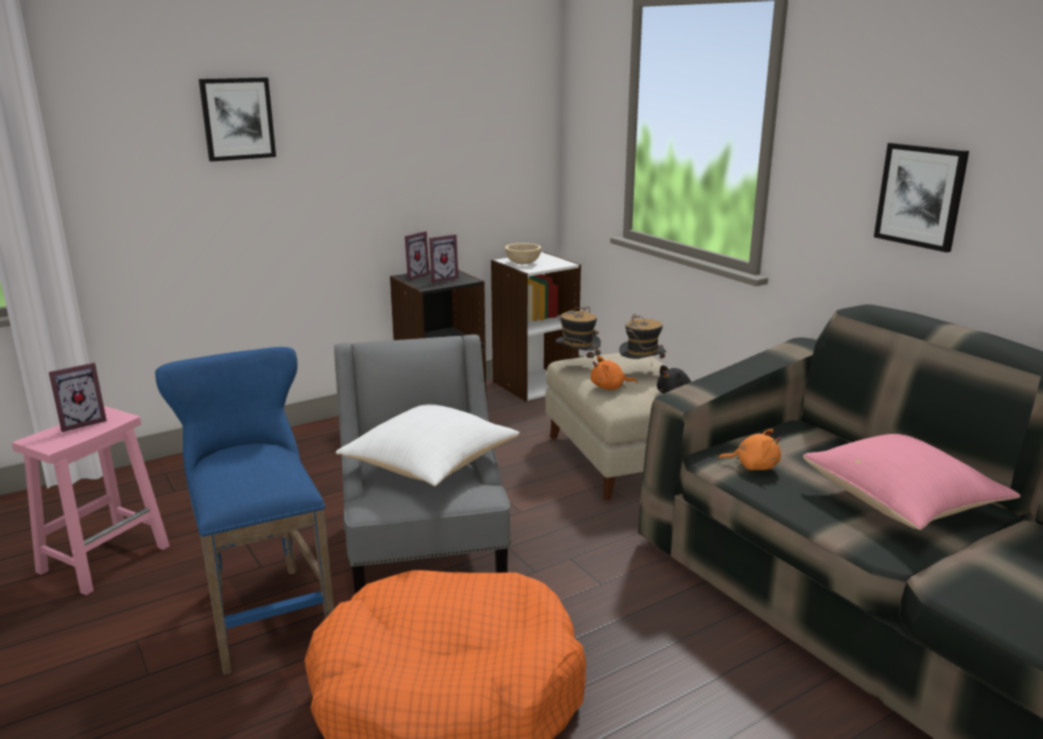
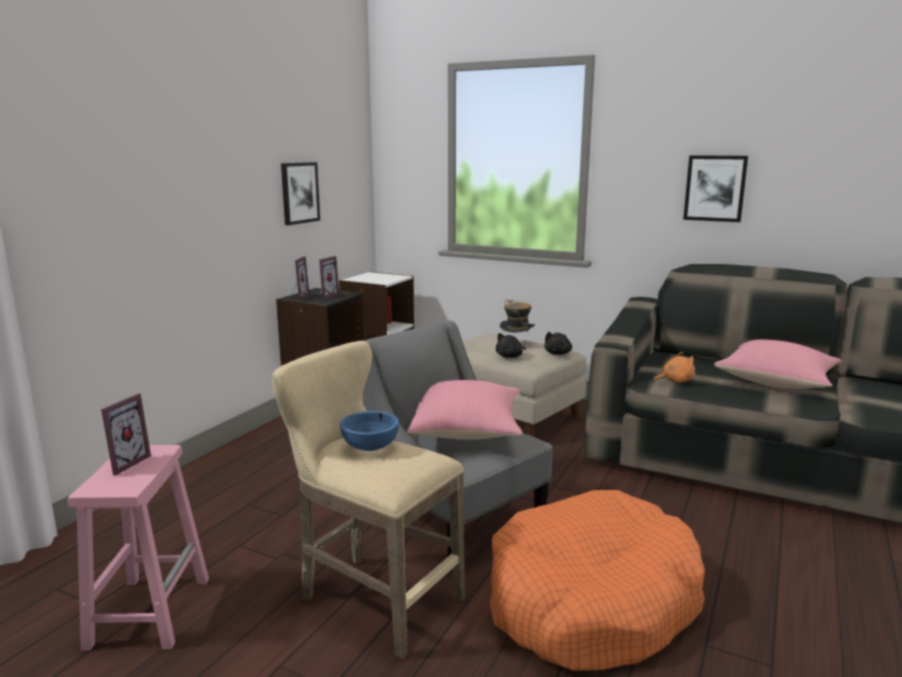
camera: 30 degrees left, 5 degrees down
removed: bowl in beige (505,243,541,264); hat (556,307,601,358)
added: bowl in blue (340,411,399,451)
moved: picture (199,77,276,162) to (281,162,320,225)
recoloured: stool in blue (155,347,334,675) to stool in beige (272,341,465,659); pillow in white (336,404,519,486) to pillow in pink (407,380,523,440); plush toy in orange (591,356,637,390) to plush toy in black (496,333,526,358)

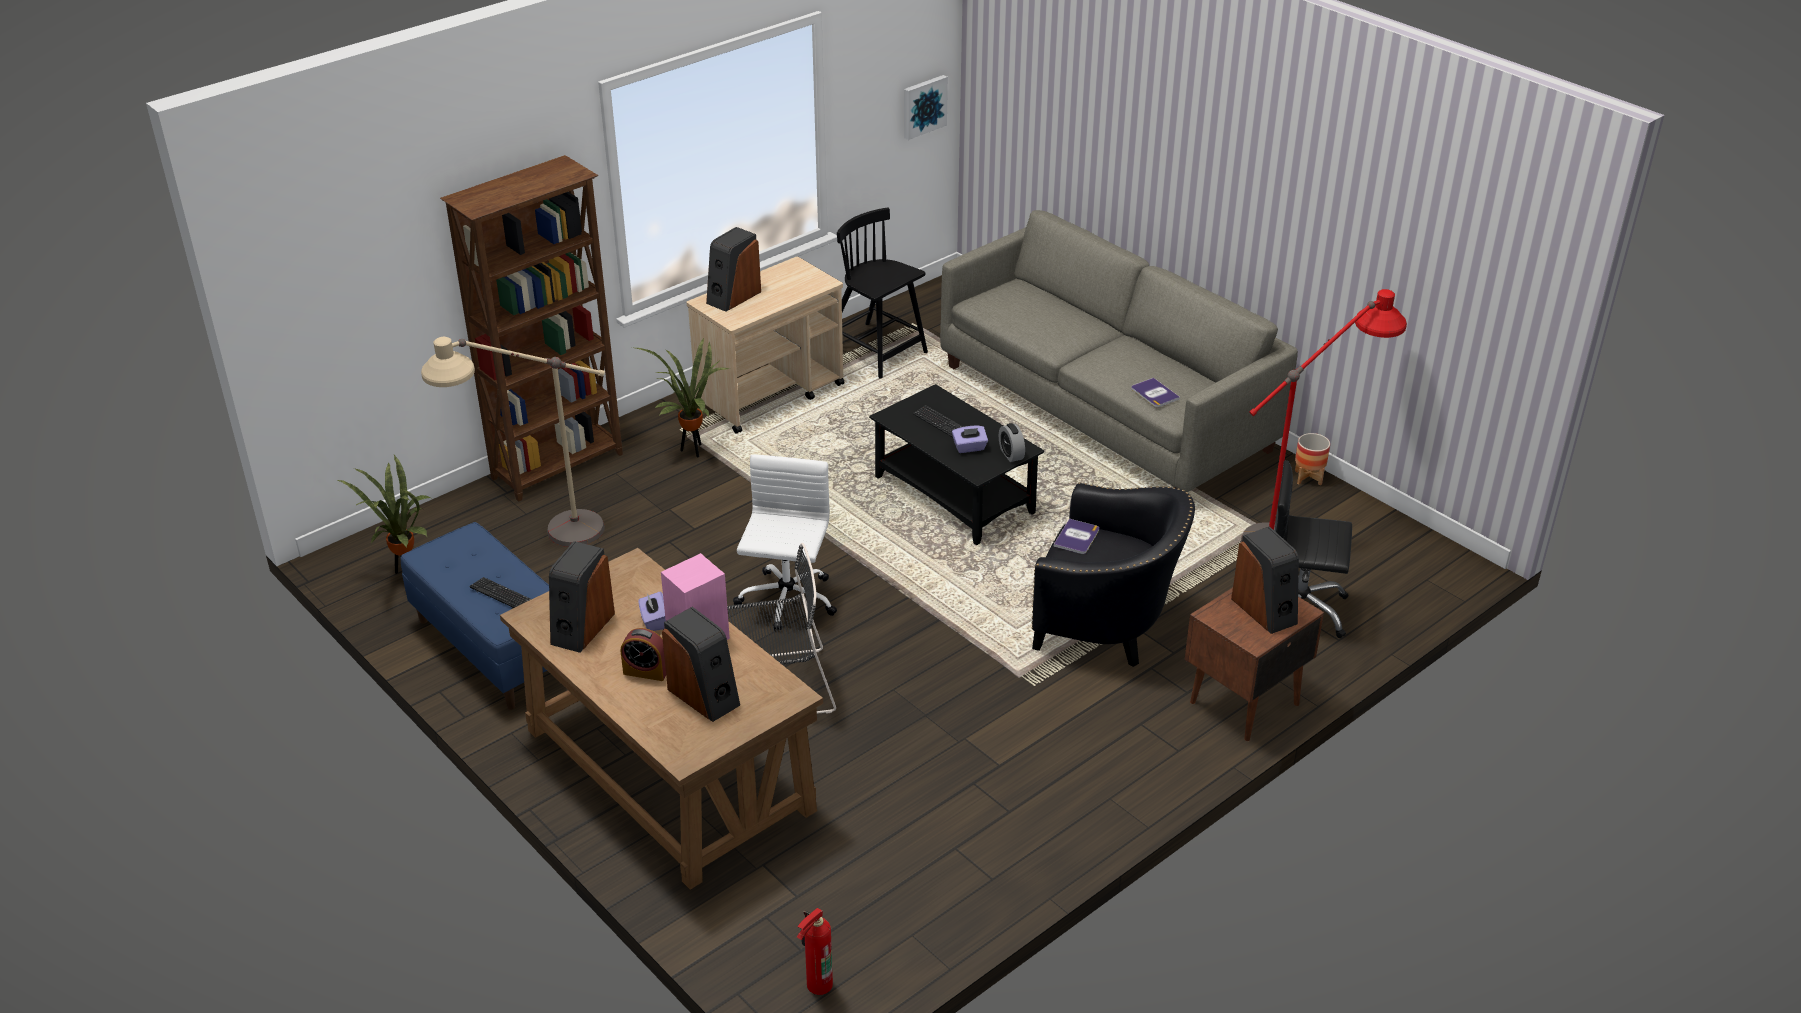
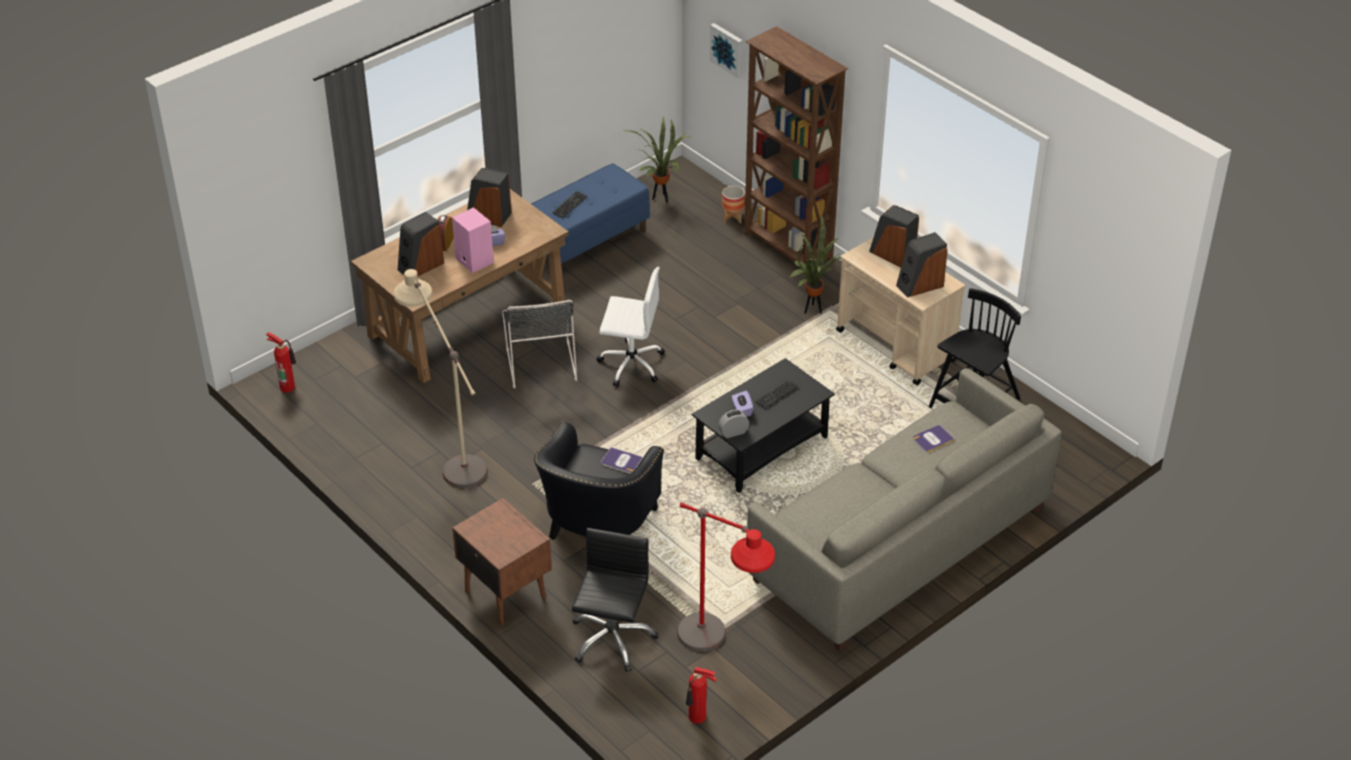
camera: 90 degrees right, 5 degrees up
added: fire extinguisher (686,667,717,724)
moved: floor lamp in beige (421,337,605,547) to (394,269,488,488); picture (904,75,948,140) to (710,23,743,78); planter (1295,433,1330,486) to (722,186,745,223); speaker (1231,526,1299,634) to (896,232,948,298); book (1131,378,1180,407) to (913,425,955,453)

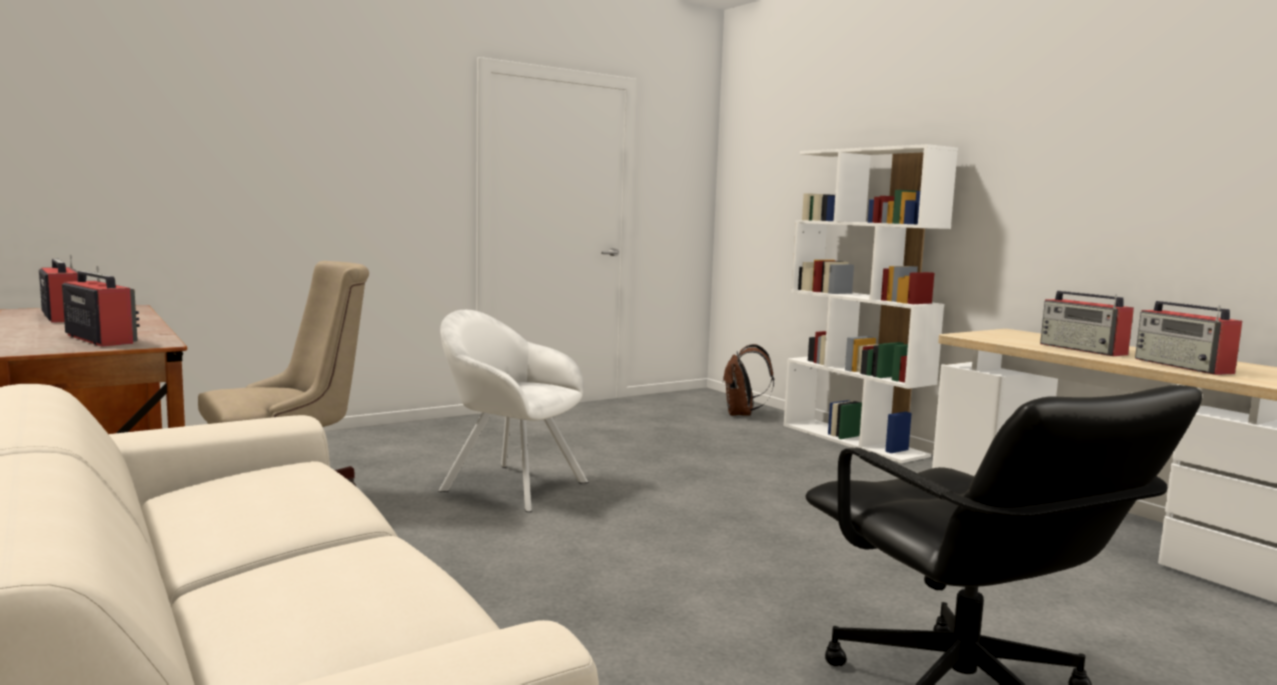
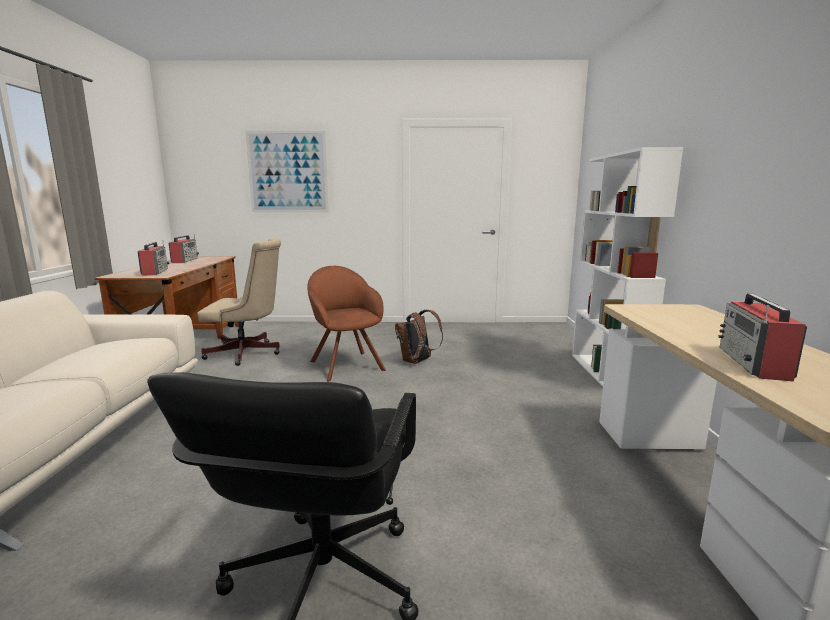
camera: 35 degrees right, 5 degrees up
removed: radio (1040,291,1134,356)
added: picture (246,131,329,212)
moved: backpack in brown (722,344,774,416) to (395,310,443,364)
recoloured: armchair in white (438,310,588,512) to armchair in brown (308,266,386,381)

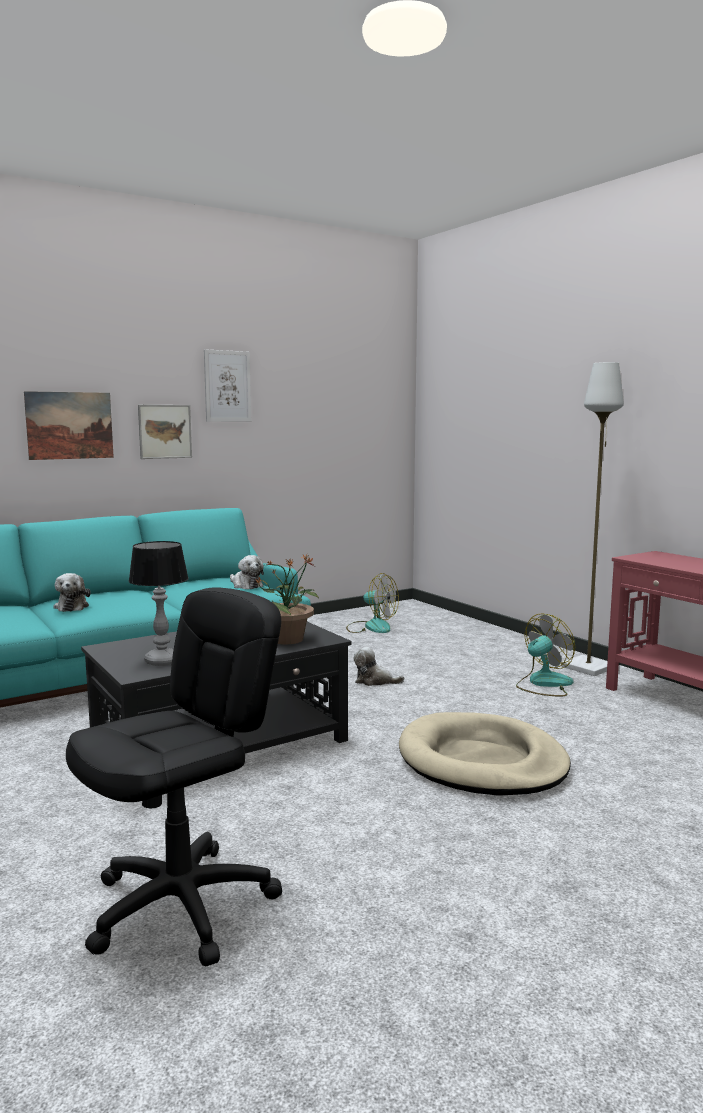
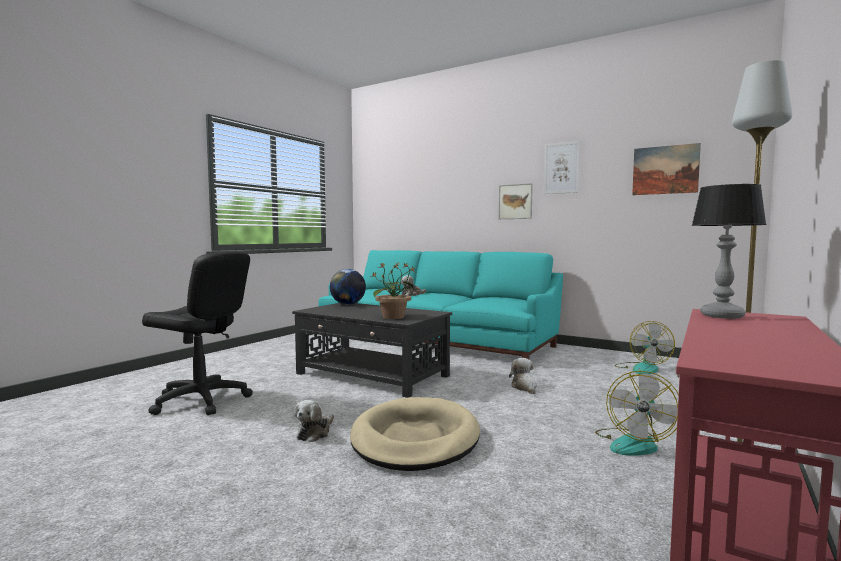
camera: 65 degrees right, 5 degrees down
added: globe (330,269,366,305)
moved: plush toy (230,555,264,589) to (294,400,334,442); picture (24,391,114,460) to (632,143,701,195); table lamp (129,541,189,666) to (691,184,767,319)
turned: fan (516,613,575,696) = (595,371,679,456) 90 degrees clockwise

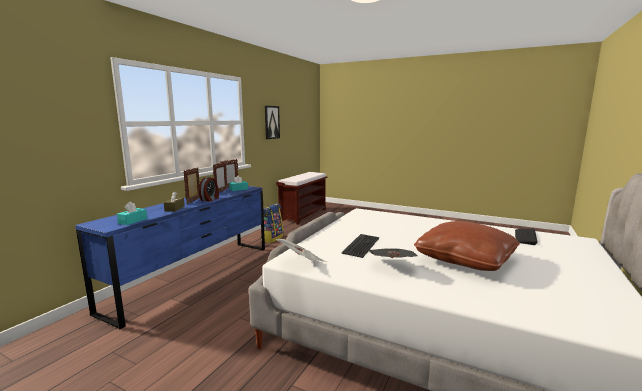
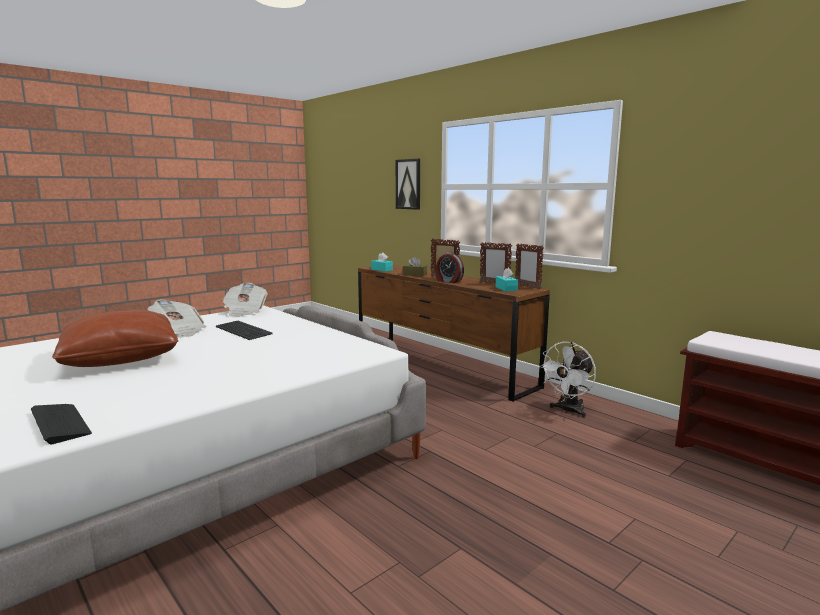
camera: 110 degrees right, 0 degrees up
moved: picture (265,106,280,139) to (396,159,420,210)
replaced: backpack (261,203,284,243) to fan in white (538,341,596,418)
recoloured: dresser in blue (75,186,265,329) to dresser in brown (358,265,550,402)

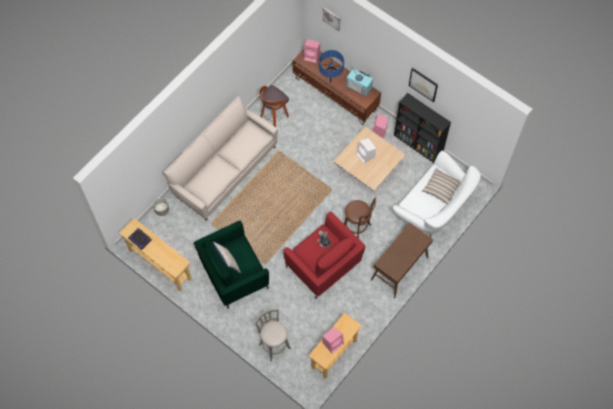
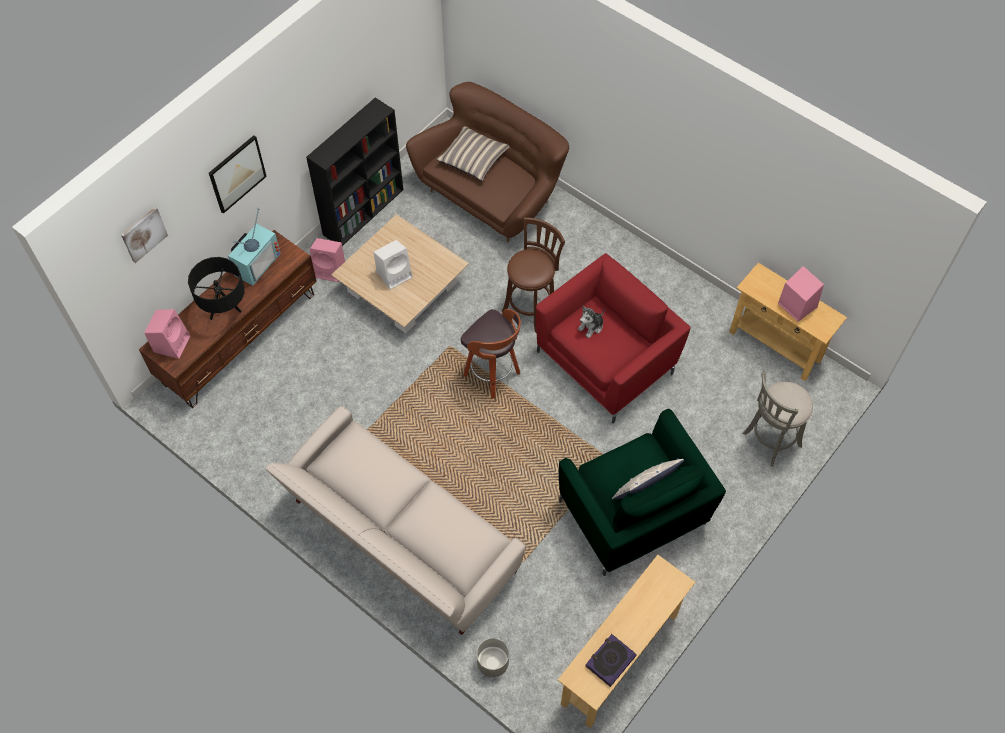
camera: 90 degrees left, 5 degrees down
removed: console table in brown (371,223,433,298)
moved: picture (409,68,438,102) to (209,135,267,214); stool (259,85,289,127) to (461,309,521,399)
recoloured: table lamp in blue (319,50,344,83) to table lamp in black (188,257,245,320); sofa in white (393,151,481,237) to sofa in brown (406,82,569,243)

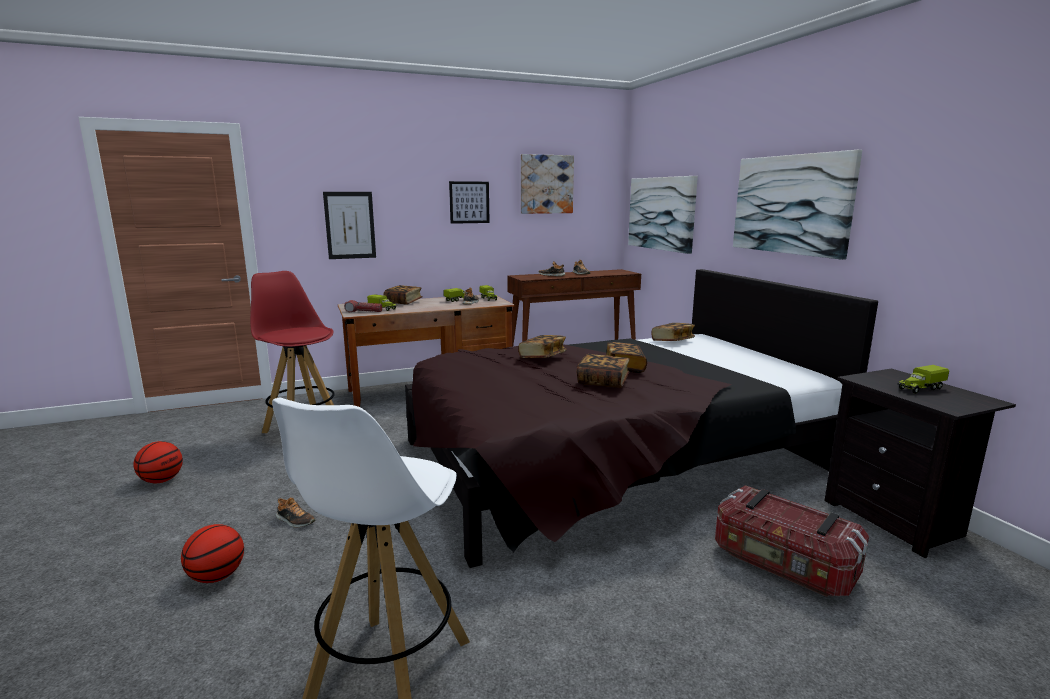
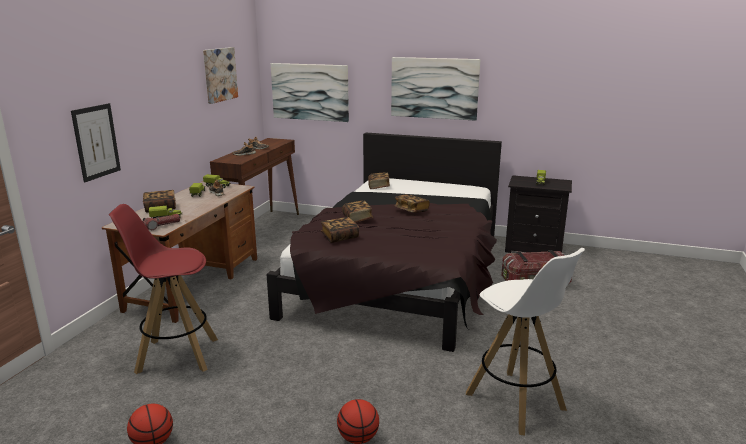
camera: 50 degrees left, 5 degrees up
removed: shoe (276,498,316,527); picture (449,181,490,224)
moved: book (577,354,630,388) to (321,217,359,243)

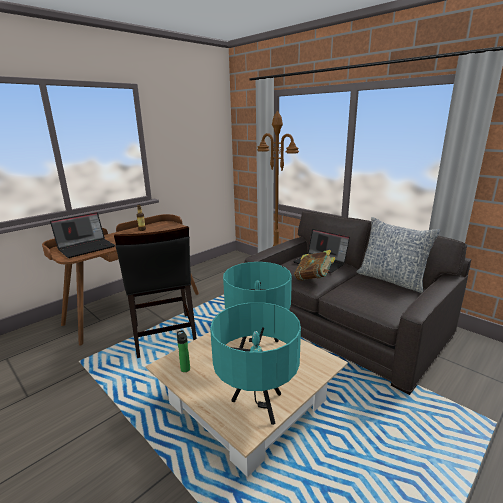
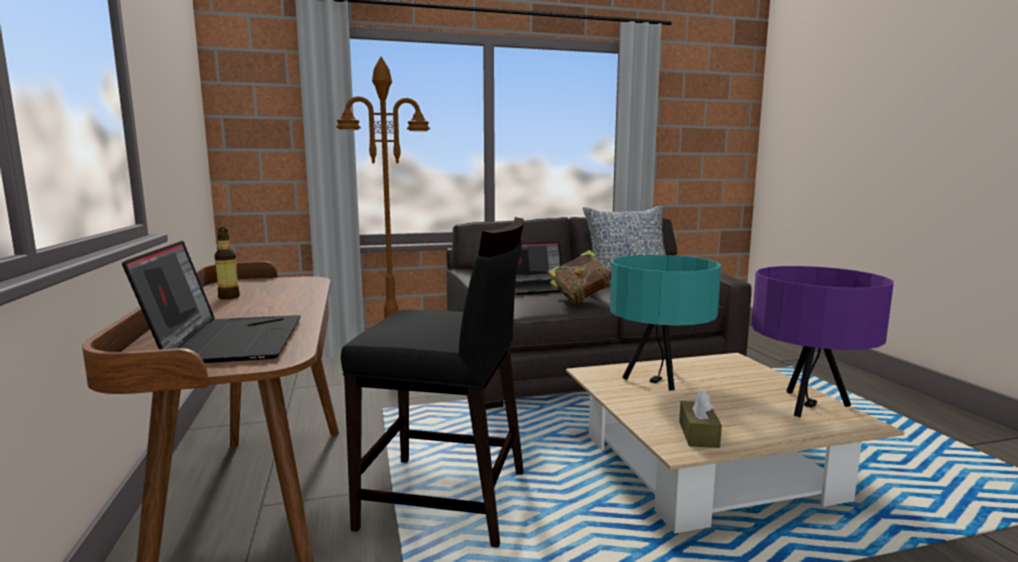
camera: 60 degrees left, 10 degrees down
replaced: bottle (177,330,190,372) to tissue box in brown (679,390,722,448)
recoloured: table lamp in turquoise (210,302,301,425) to table lamp in purple (751,266,894,417)

